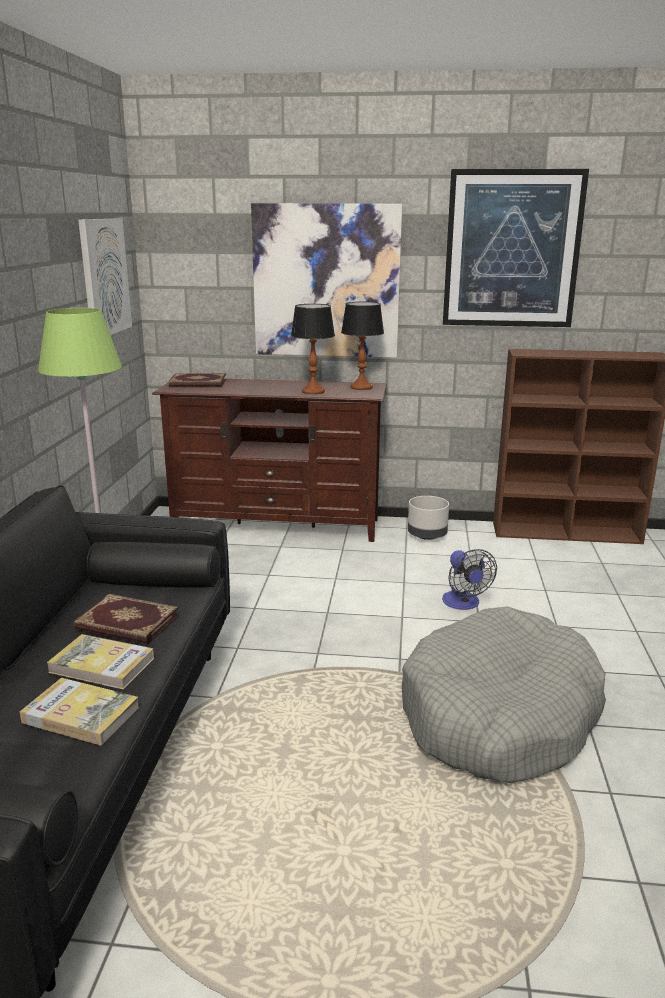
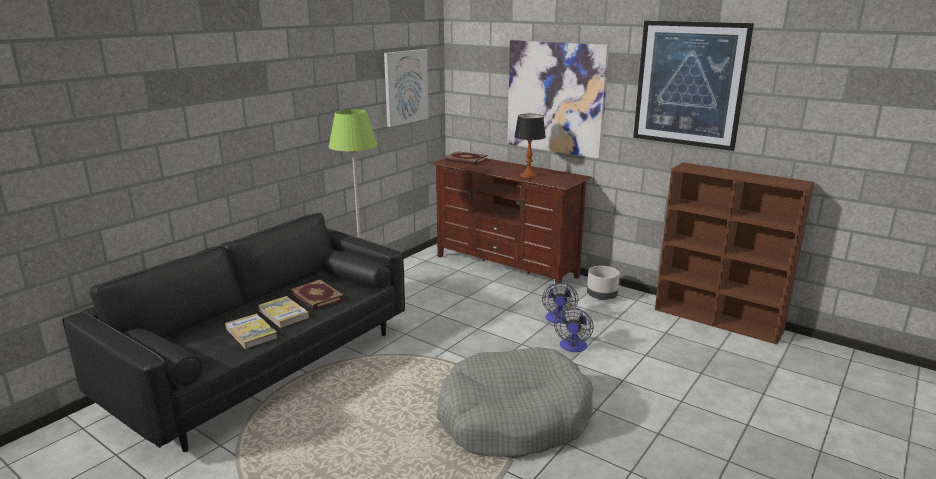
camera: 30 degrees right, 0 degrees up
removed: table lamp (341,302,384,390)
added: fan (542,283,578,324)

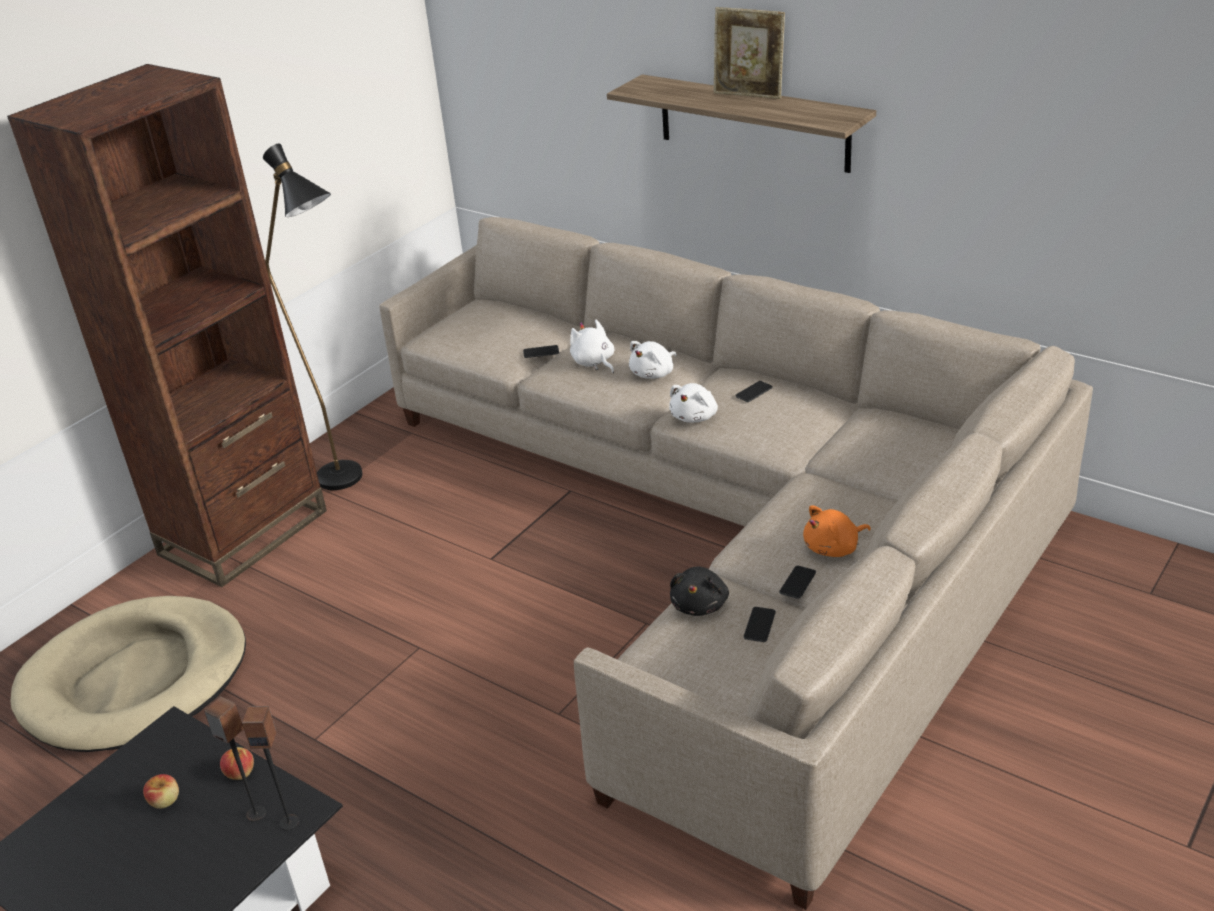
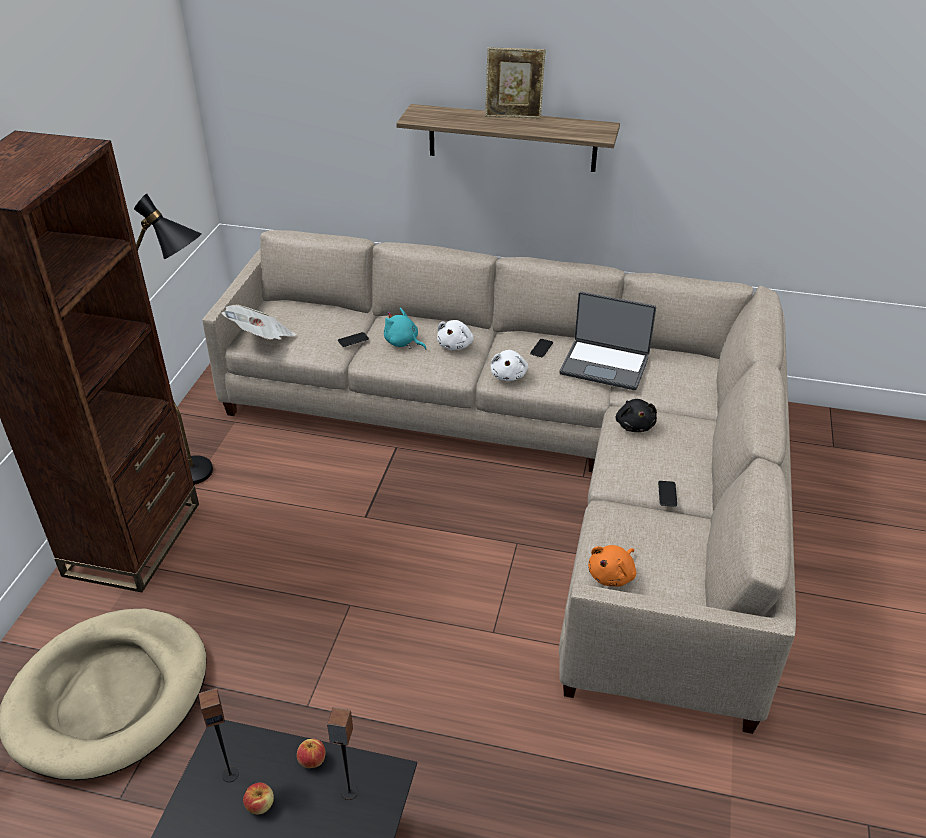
camera: 25 degrees left, 5 degrees up
removed: phone (744,607,776,642)
added: newspaper (221,305,296,340); laptop (559,291,656,390)
moved: speaker (242,706,299,830) to (199,688,239,782); plush toy in orange (803,506,871,557) to (588,545,636,586); plush toy in black (670,566,729,616) to (616,399,657,432)
recoloured: plush toy in white (570,320,614,373) to plush toy in turquoise (384,308,426,350)

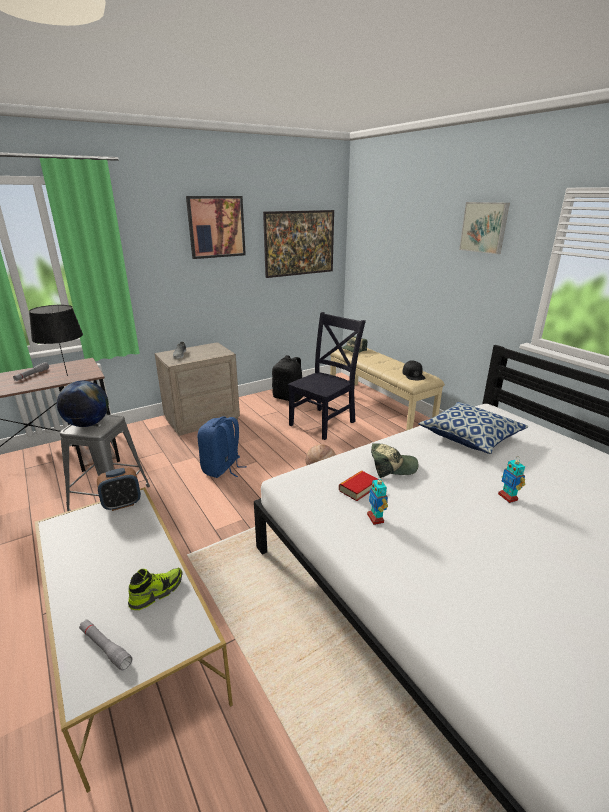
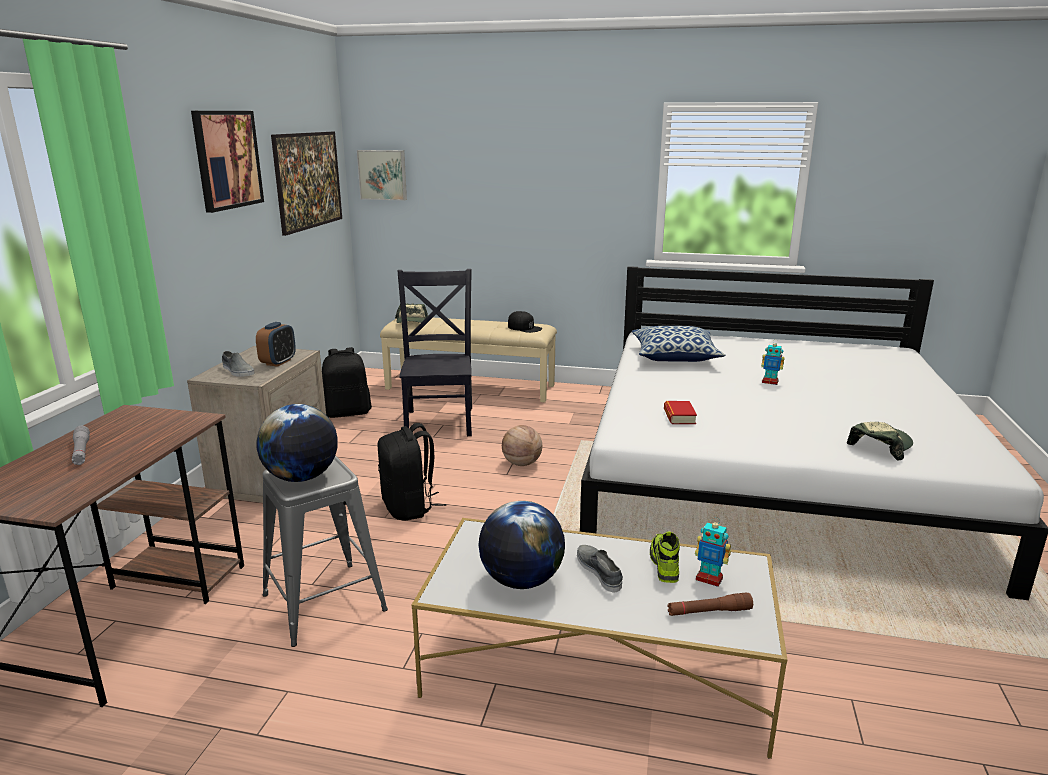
camera: 45 degrees left, 5 degrees down
removed: table lamp in black (29,305,83,376)
added: globe (478,501,565,589); shoe in grey (577,545,623,593)
moved: alarm clock (97,468,141,511) to (256,322,296,367); picture (459,202,510,254) to (357,150,407,201); toy robot (367,479,388,525) to (695,517,731,587); cap (371,443,418,478) to (847,422,913,461)
recoloured: backpack in blue (198,416,247,478) to backpack in black (377,423,446,521); flashlight in grey (79,619,132,671) to flashlight in brown (667,592,753,616)

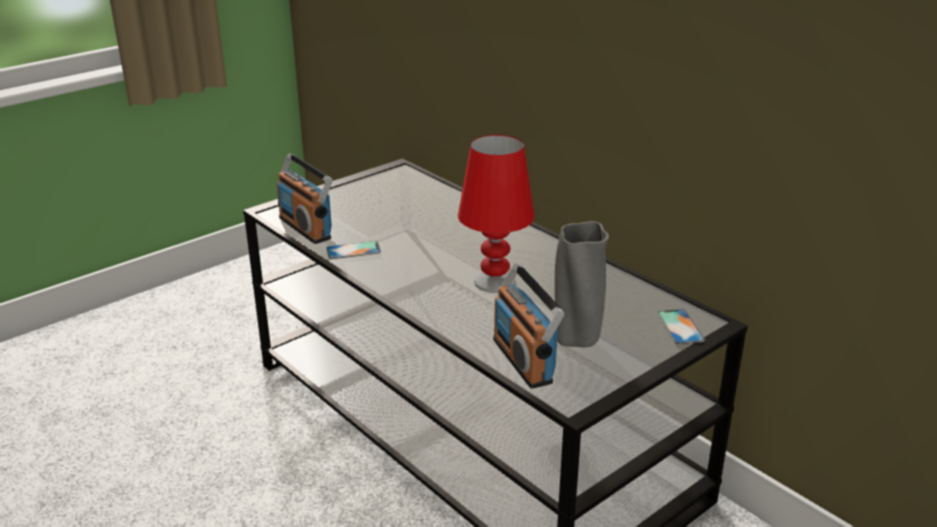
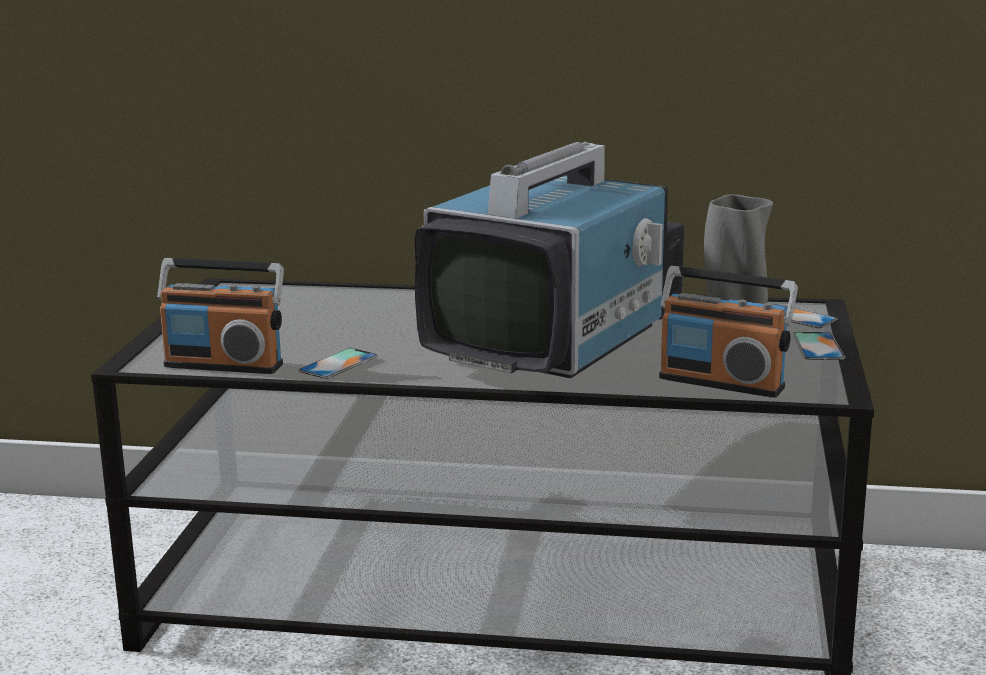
camera: 40 degrees left, 10 degrees down
added: phone (792,332,845,360)
replaced: table lamp in red (458,135,534,293) to television (415,142,684,378)

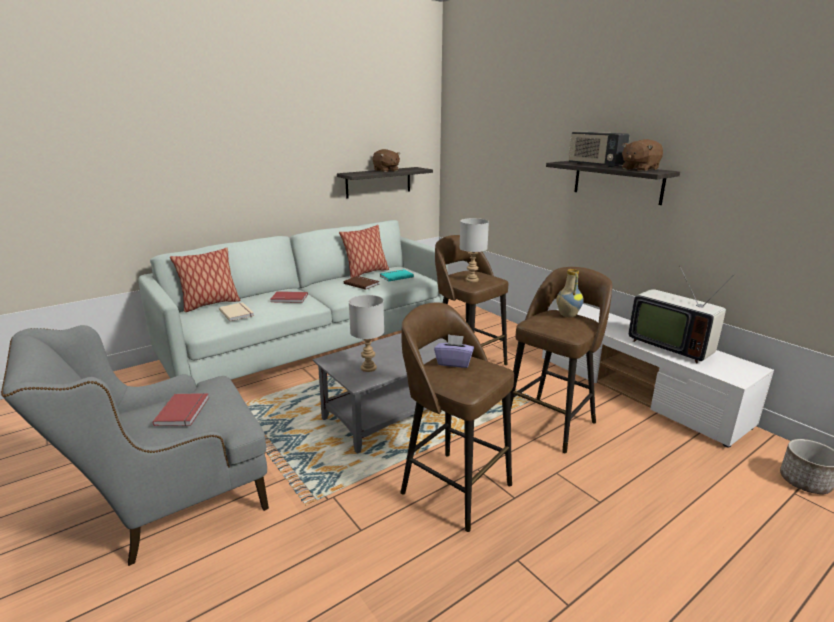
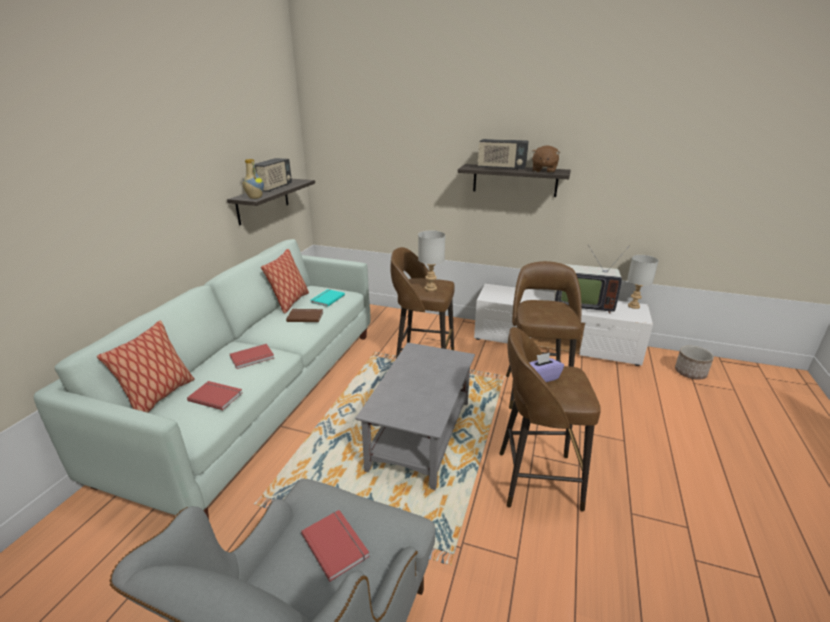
camera: 35 degrees left, 5 degrees up
moved: vase (556,269,583,317) to (243,159,264,199); table lamp in grey (349,295,384,372) to (627,255,659,309)
replaced: plush toy in brown (373,149,400,172) to radio (254,158,292,192)
recoloured: book in beige (219,302,254,321) to book in red (187,381,243,410)

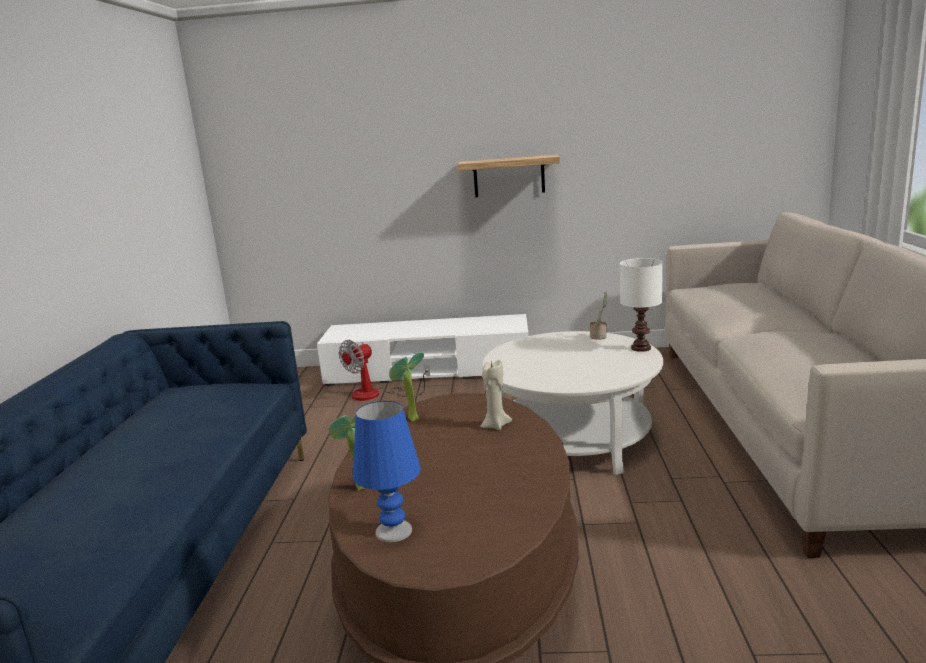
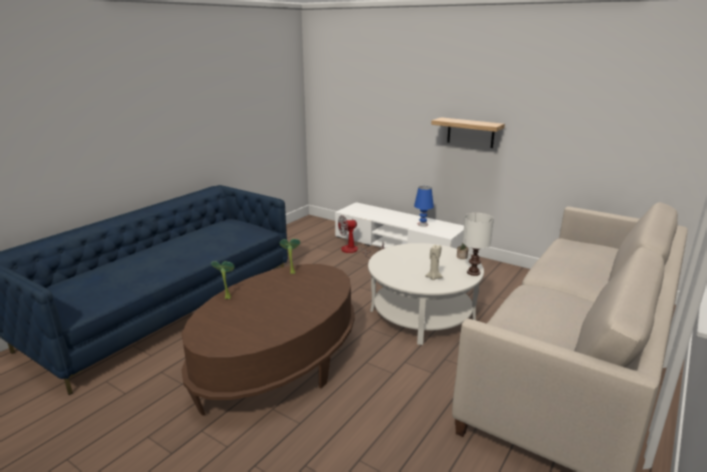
camera: 30 degrees right, 5 degrees up
moved: table lamp in blue (353,401,420,542) to (414,186,434,227); candle in beige (480,360,512,430) to (425,244,443,280)

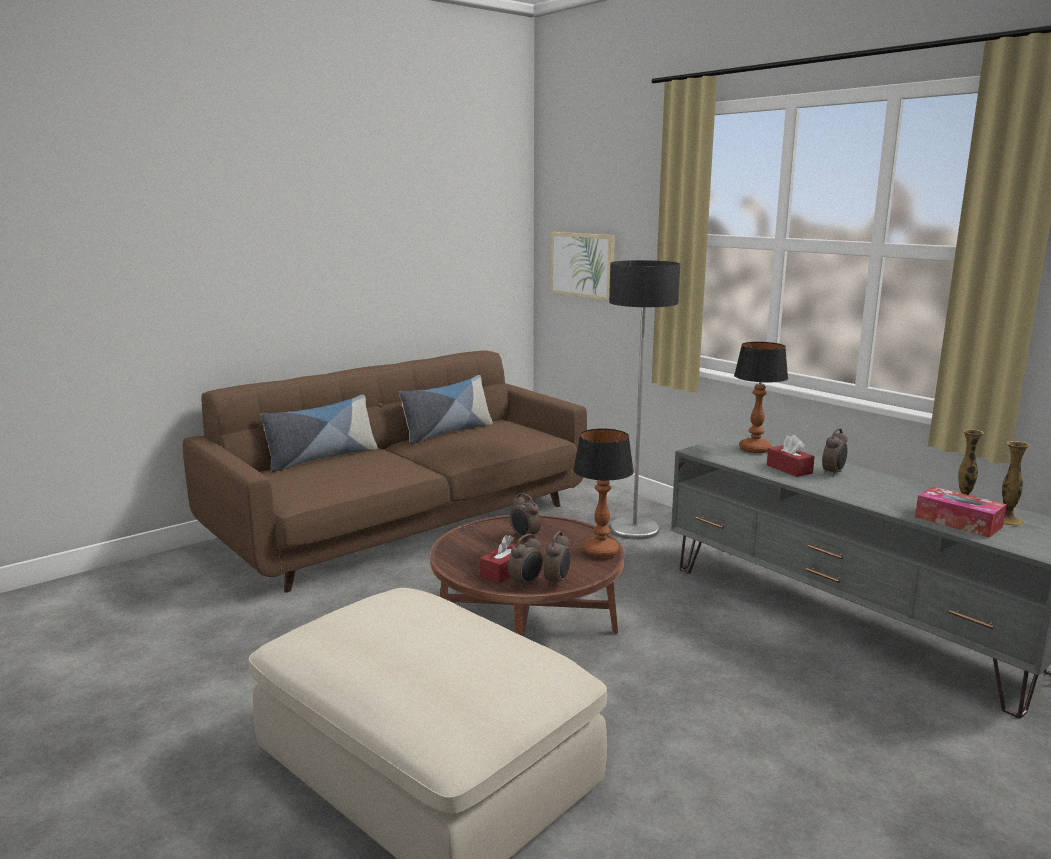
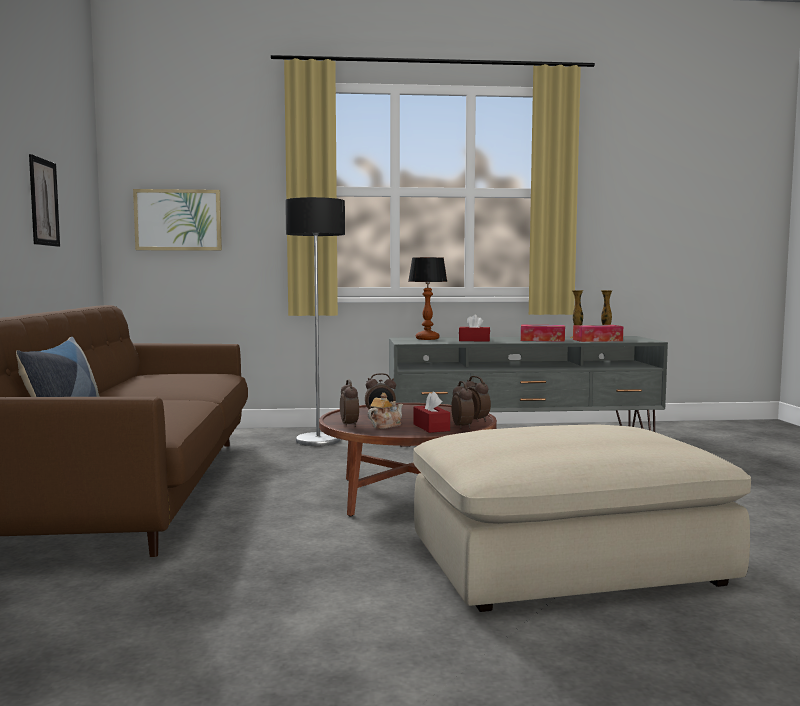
camera: 55 degrees left, 10 degrees down
removed: pillow (399,375,493,444); table lamp (573,429,634,558)
added: picture (29,154,60,247); teapot (368,393,403,429); tissue box (521,325,565,342)
moved: alarm clock (822,428,848,477) to (340,380,359,427)

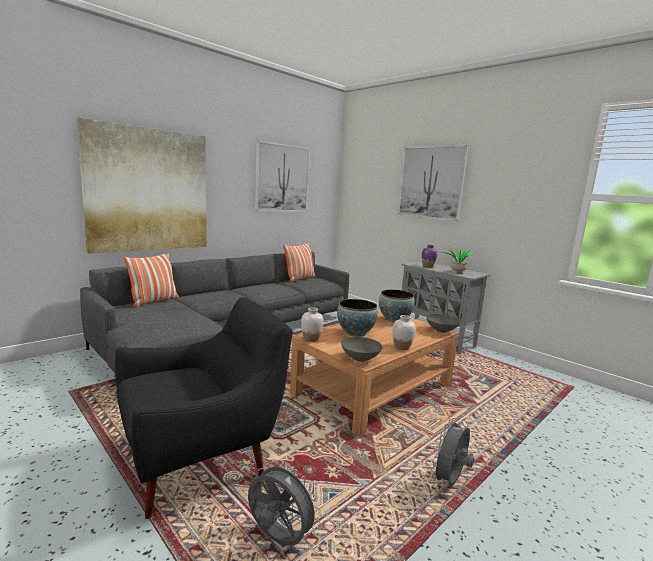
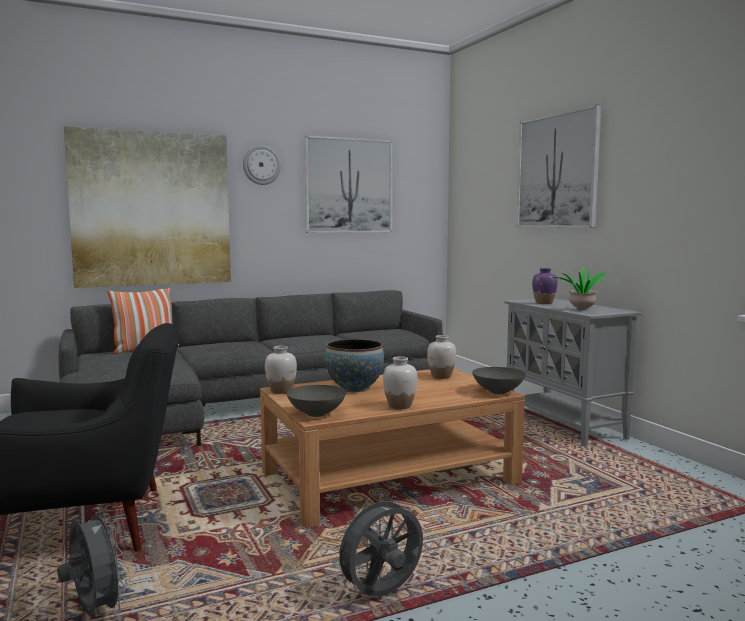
camera: 20 degrees right, 5 degrees down
removed: pillow (283,243,316,282)
added: wall clock (243,145,281,185)
replaced: bowl (379,289,415,322) to vase in white (427,335,456,379)

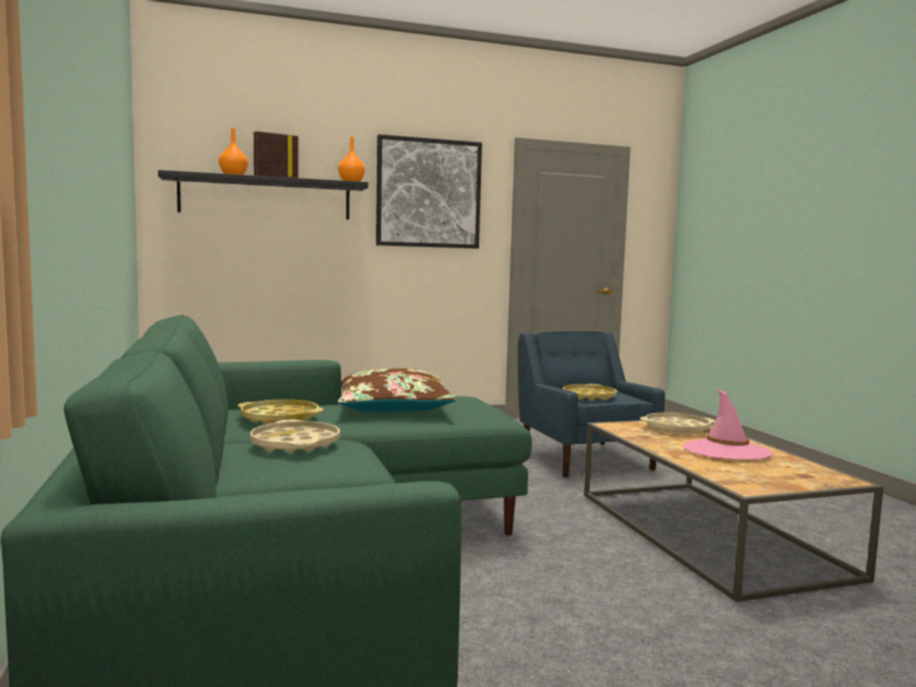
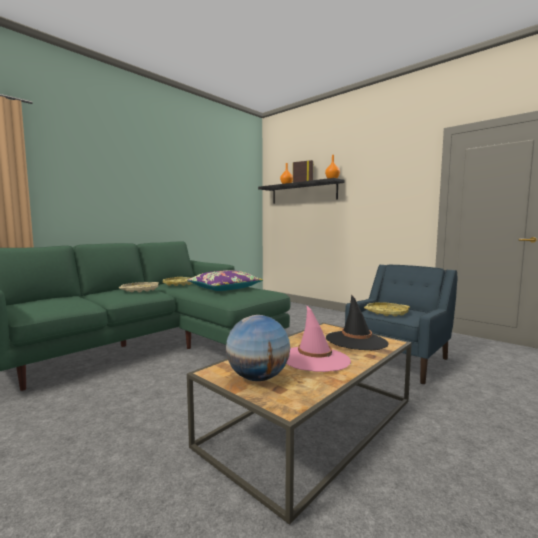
camera: 60 degrees right, 0 degrees up
removed: picture (376,134,482,249)
added: globe (226,315,290,381)
replaced: tray in beige (640,412,715,434) to hat in black (326,294,389,350)
recoloured: pillow in brown (338,368,456,412) to pillow in purple (187,270,263,291)

